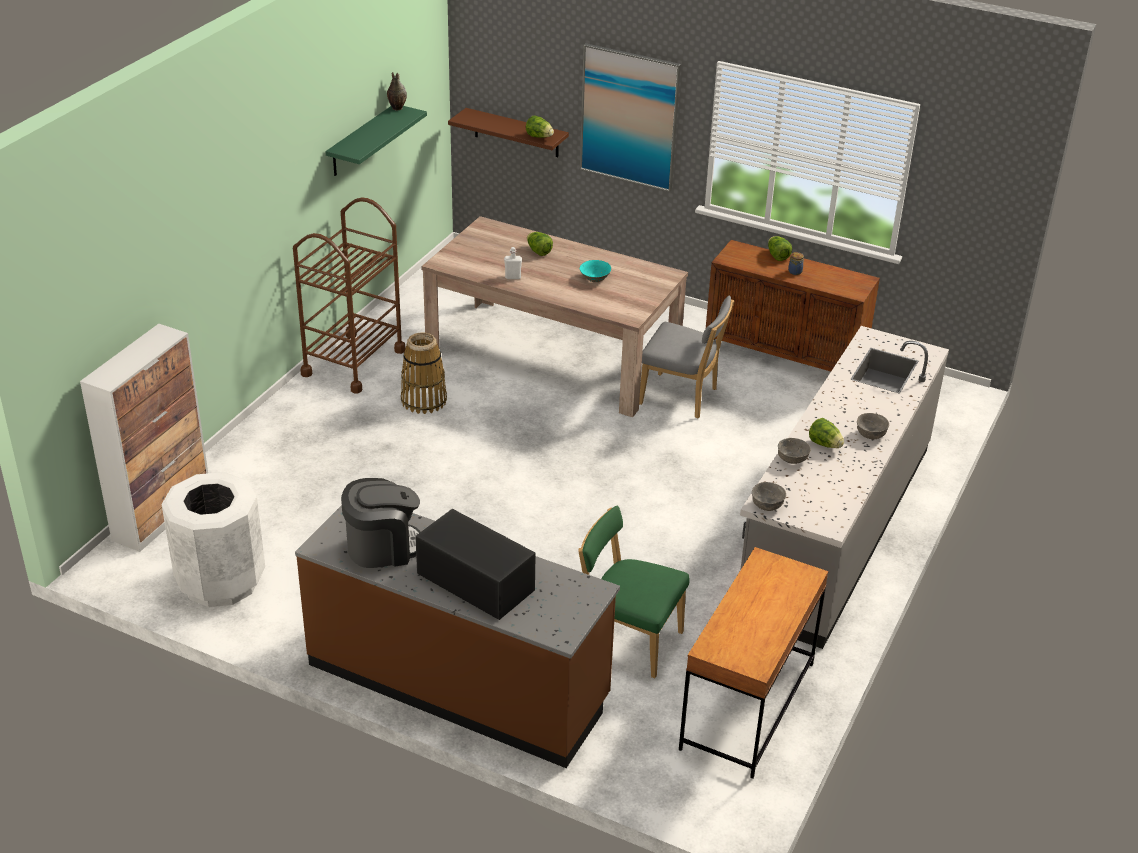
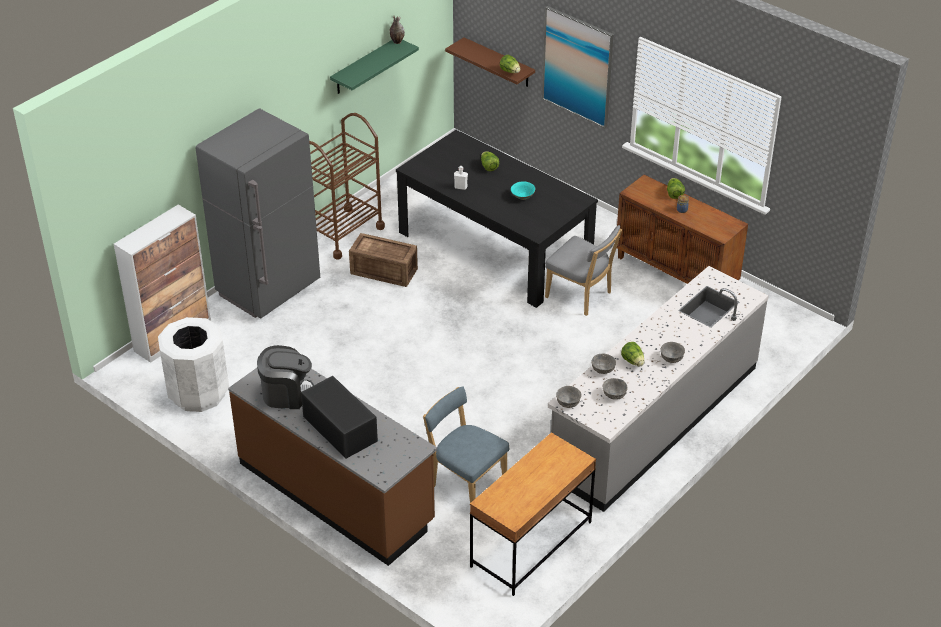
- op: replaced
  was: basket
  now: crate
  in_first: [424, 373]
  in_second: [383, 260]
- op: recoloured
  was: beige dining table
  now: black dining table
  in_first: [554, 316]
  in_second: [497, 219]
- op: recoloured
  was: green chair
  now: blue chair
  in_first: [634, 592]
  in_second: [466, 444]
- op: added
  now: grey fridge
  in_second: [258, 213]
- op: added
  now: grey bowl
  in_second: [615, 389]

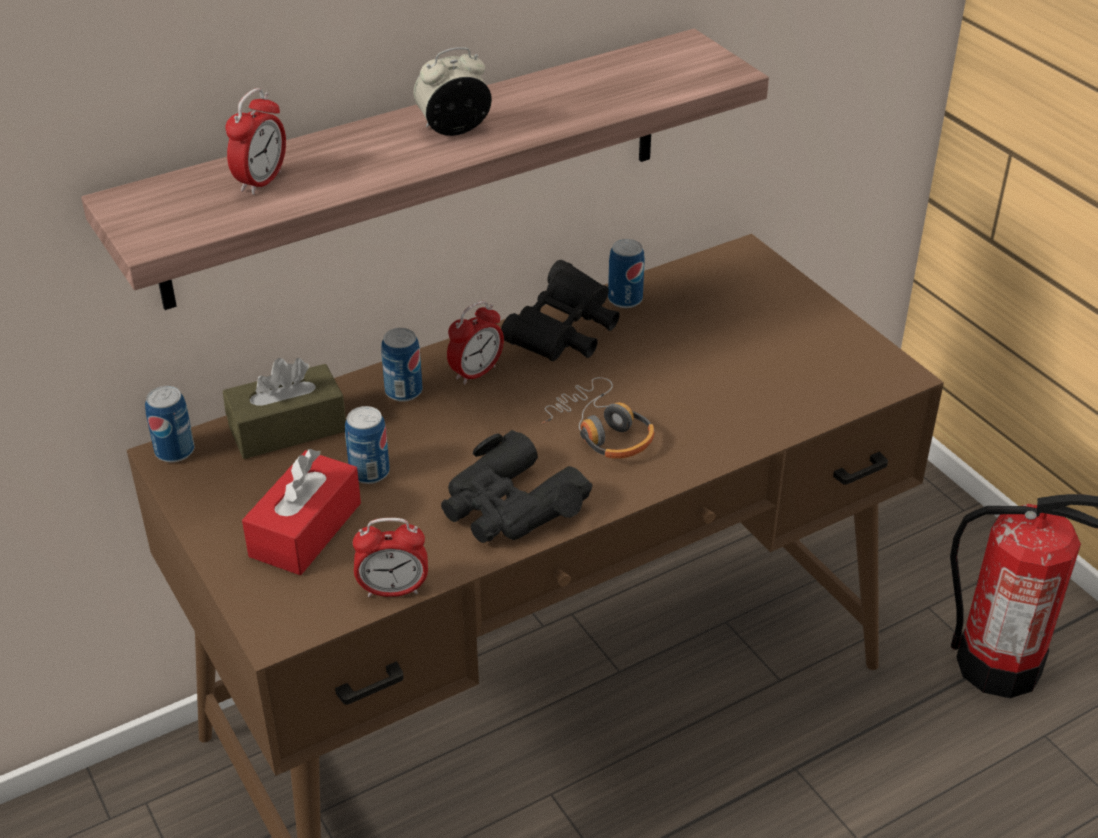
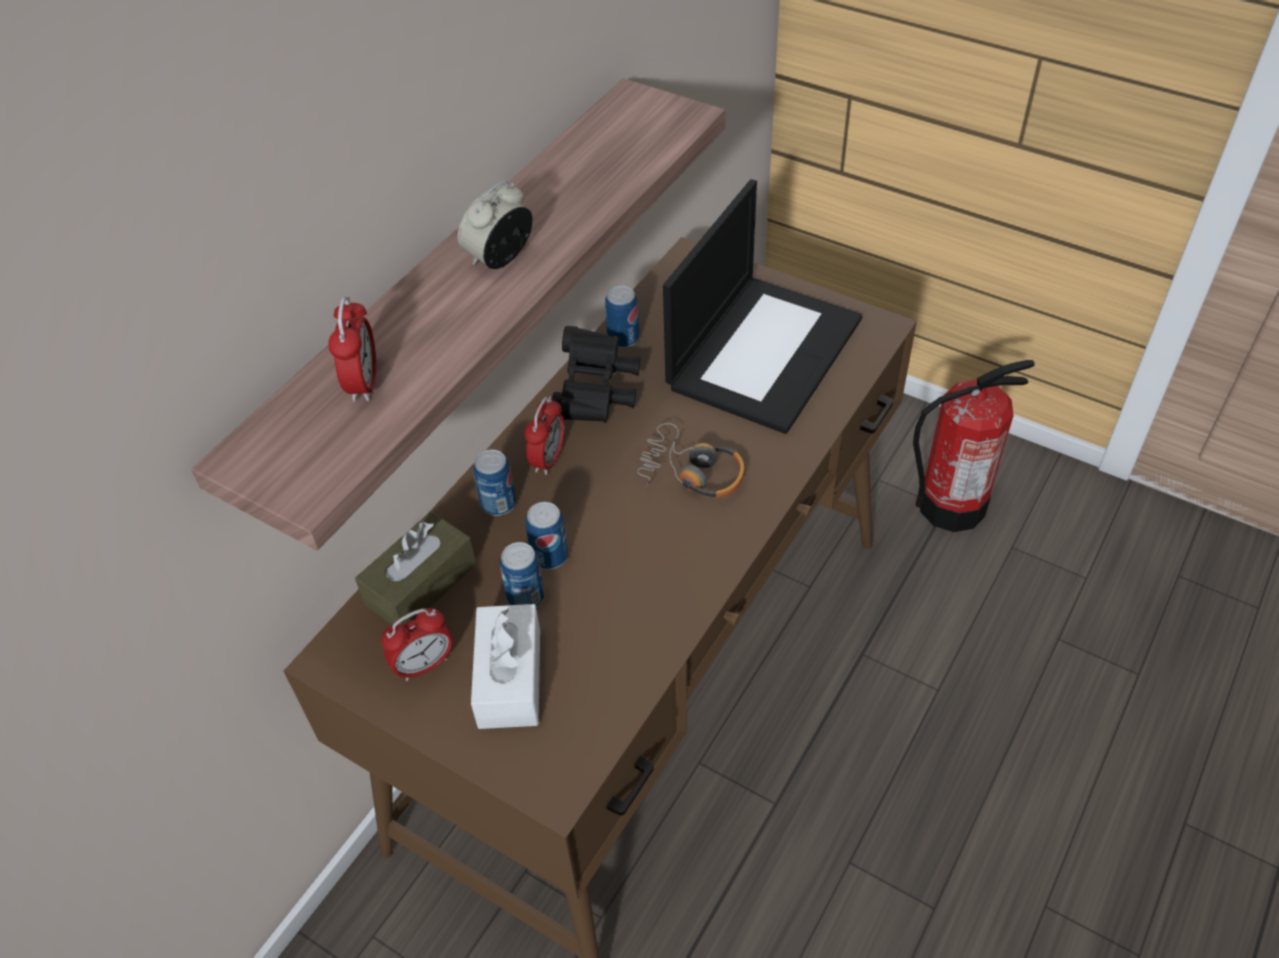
- op: moved
  was: can
  in_first: [170, 424]
  in_second: [547, 535]
- op: recoloured
  was: red tissue box
  now: white tissue box
  in_first: [301, 512]
  in_second: [505, 666]
- op: moved
  was: alarm clock
  in_first: [390, 557]
  in_second: [417, 644]
- op: removed
  was: black binoculars
  in_first: [517, 486]
- op: added
  now: laptop
  in_second: [762, 306]

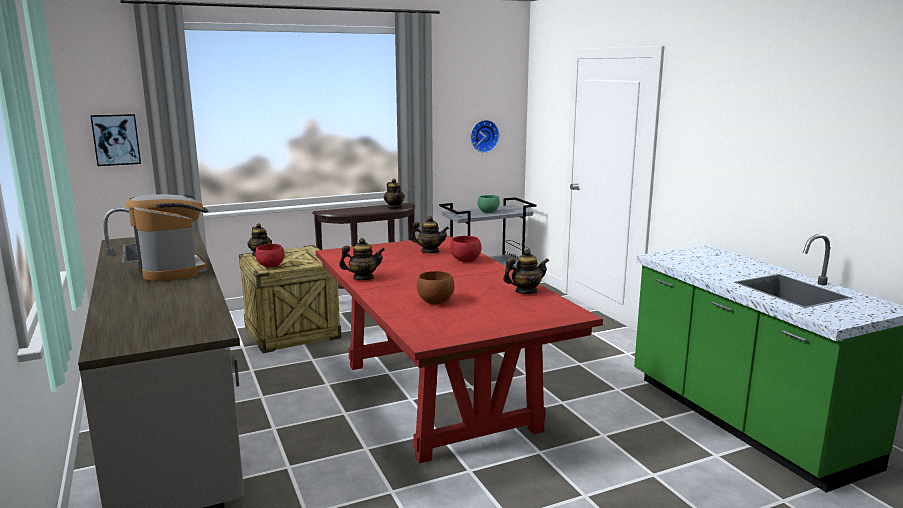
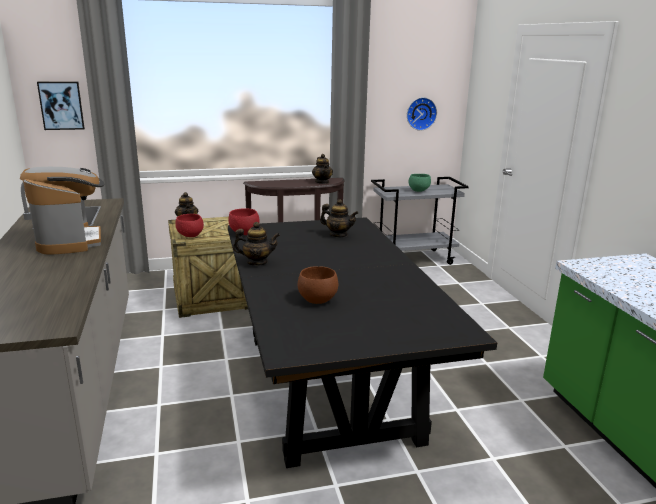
- op: recoloured
  was: red dining table
  now: black dining table
  in_first: [459, 349]
  in_second: [362, 342]
- op: moved
  was: red bowl
  in_first: [466, 249]
  in_second: [243, 221]
- op: removed
  was: teapot
  in_first: [526, 271]

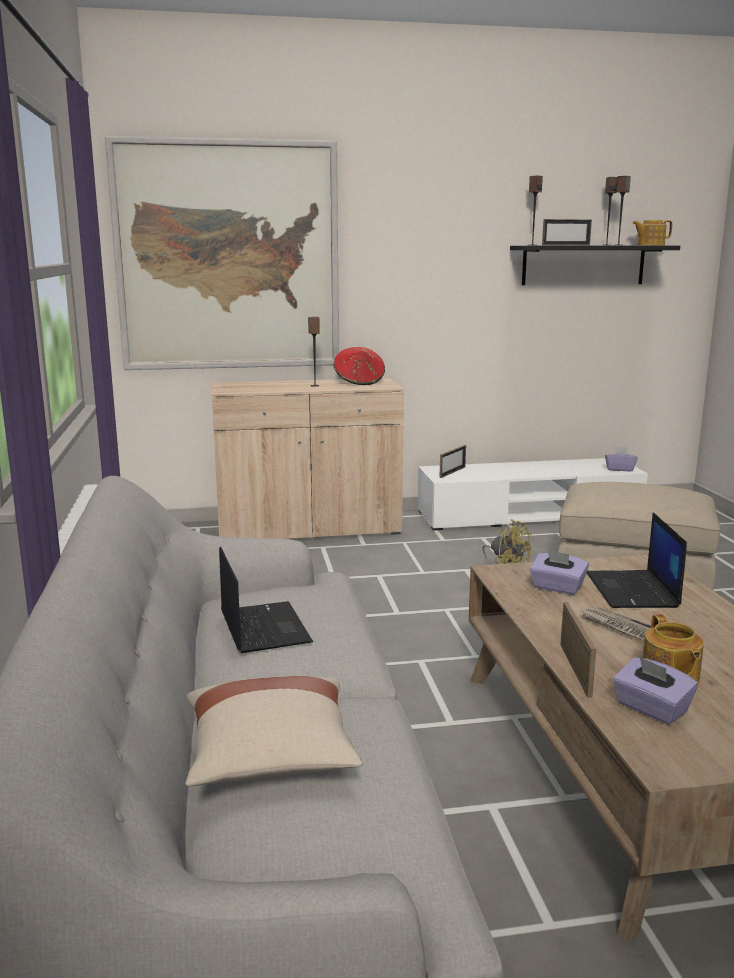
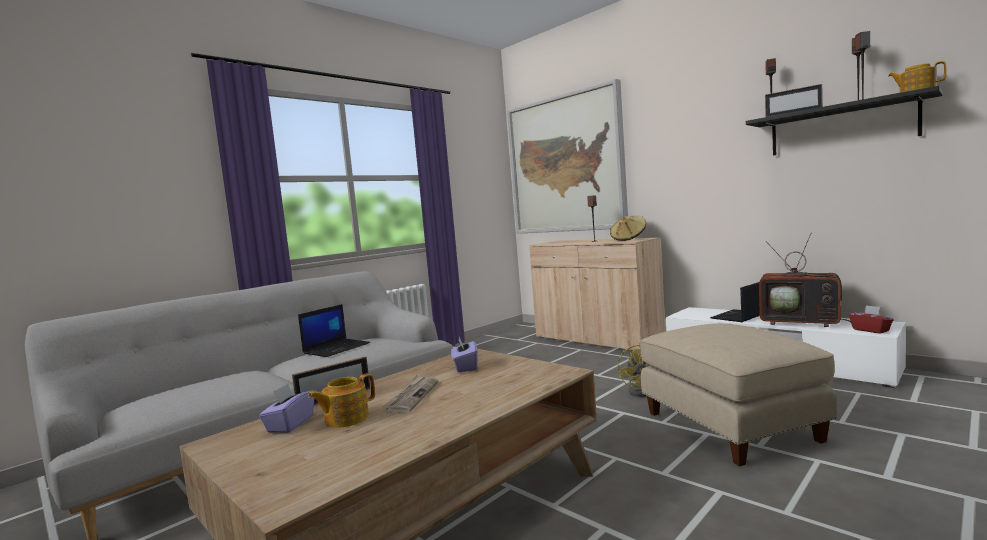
- op: removed
  was: beige pillow
  in_first: [274, 731]
- op: recoloured
  was: red hat
  now: beige hat
  in_first: [359, 366]
  in_second: [628, 228]
- op: removed
  was: picture frame
  in_first: [452, 461]
- op: moved
  was: laptop
  in_first: [637, 560]
  in_second: [735, 302]
- op: recoloured
  was: purple tissue box
  now: red tissue box
  in_first: [621, 458]
  in_second: [871, 319]
- op: added
  now: television
  in_second: [805, 280]

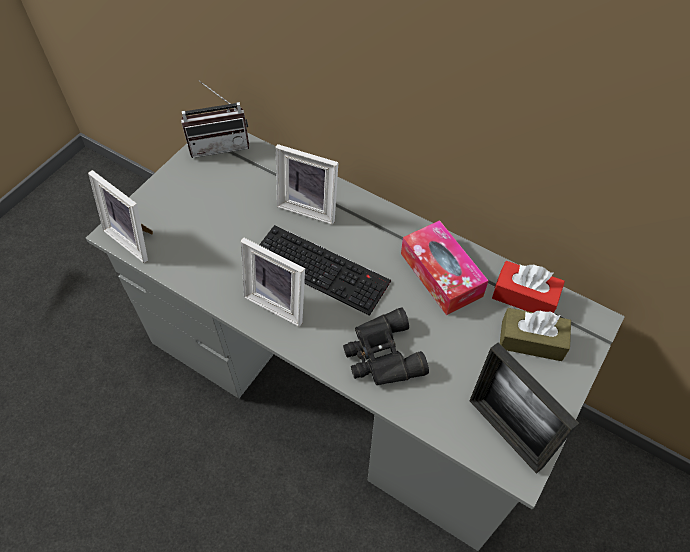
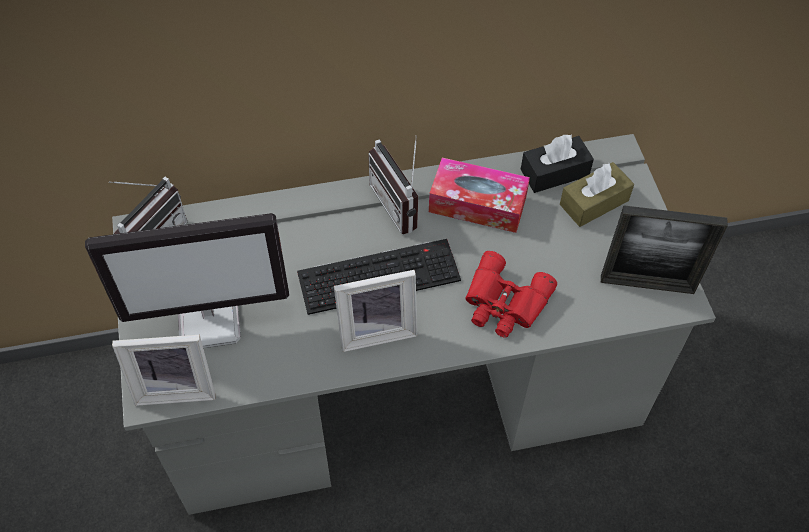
- op: removed
  was: picture frame
  in_first: [307, 184]
- op: recoloured
  was: black binoculars
  now: red binoculars
  in_first: [386, 346]
  in_second: [511, 294]
- op: recoloured
  was: red tissue box
  now: black tissue box
  in_first: [528, 287]
  in_second: [557, 163]
- op: added
  now: monitor
  in_second: [187, 280]
- op: added
  now: radio
  in_second: [393, 184]

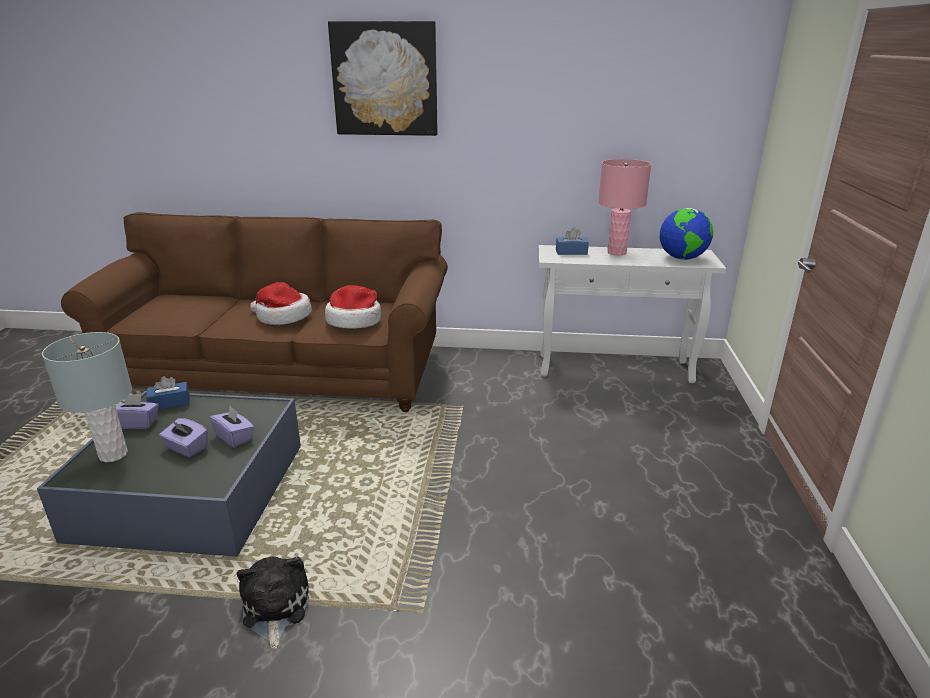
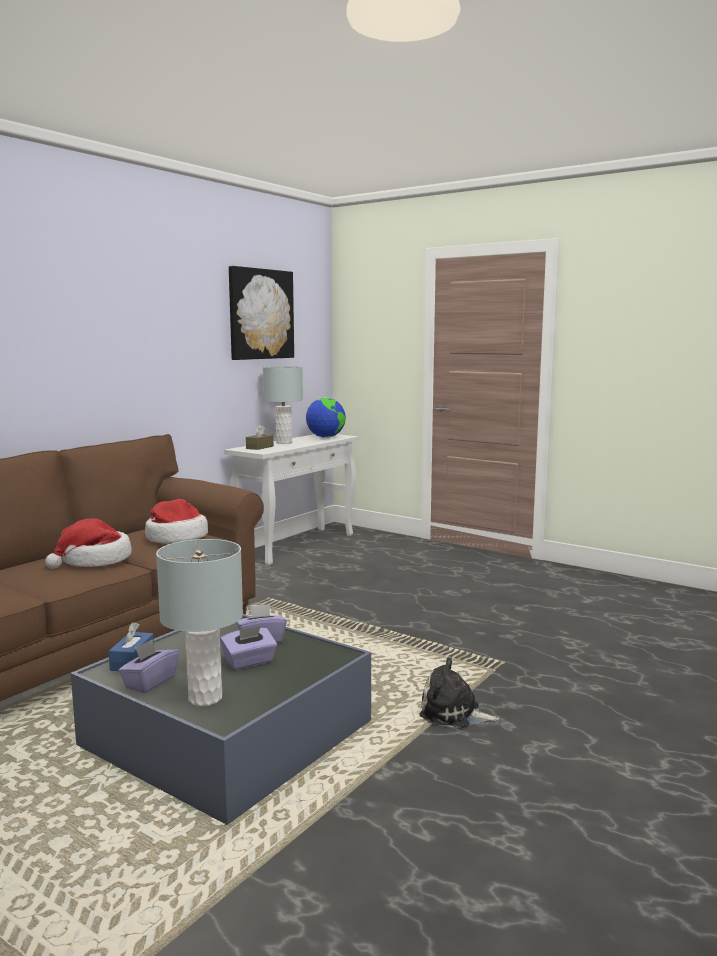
- op: moved
  was: picture
  in_first: [383, 78]
  in_second: [261, 313]
- op: recoloured
  was: blue tissue box
  now: brown tissue box
  in_first: [572, 241]
  in_second: [260, 437]
- op: recoloured
  was: pink table lamp
  now: grey table lamp
  in_first: [624, 207]
  in_second: [283, 405]

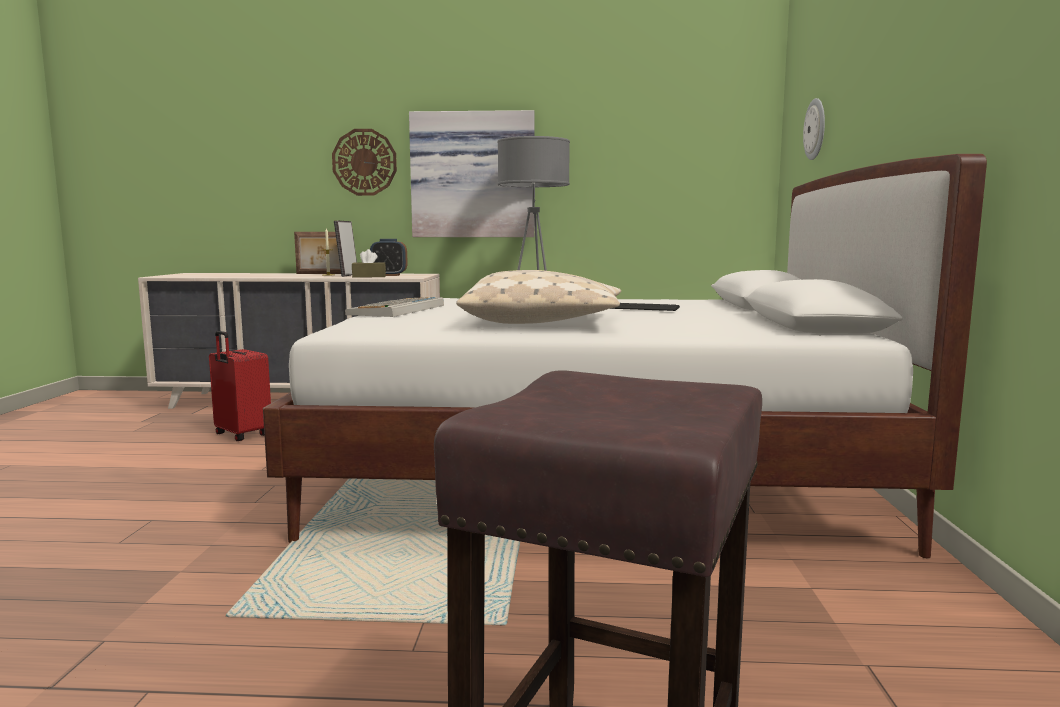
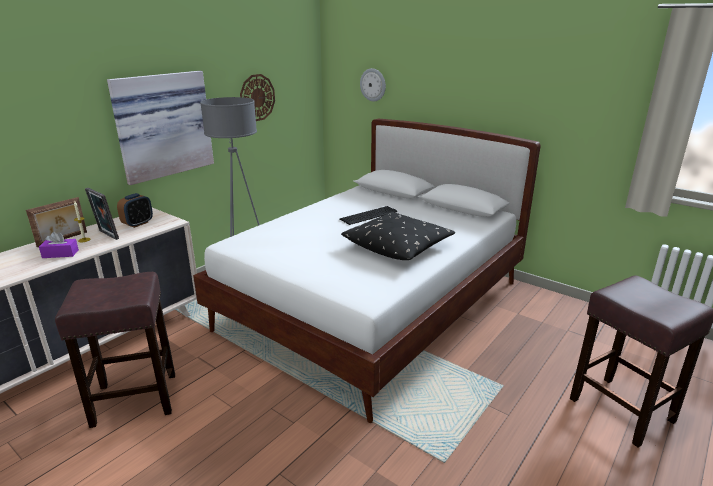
- op: replaced
  was: red suitcase
  now: brown stool
  in_first: [240, 386]
  in_second: [115, 350]
- op: moved
  was: wall clock
  in_first: [364, 162]
  in_second: [257, 97]
- op: removed
  was: keyboard
  in_first: [394, 307]
- op: removed
  was: brown tissue box
  in_first: [369, 263]
- op: recoloured
  was: beige pillow
  now: black pillow
  in_first: [538, 297]
  in_second: [398, 236]
- op: added
  now: purple tissue box
  in_second: [59, 245]

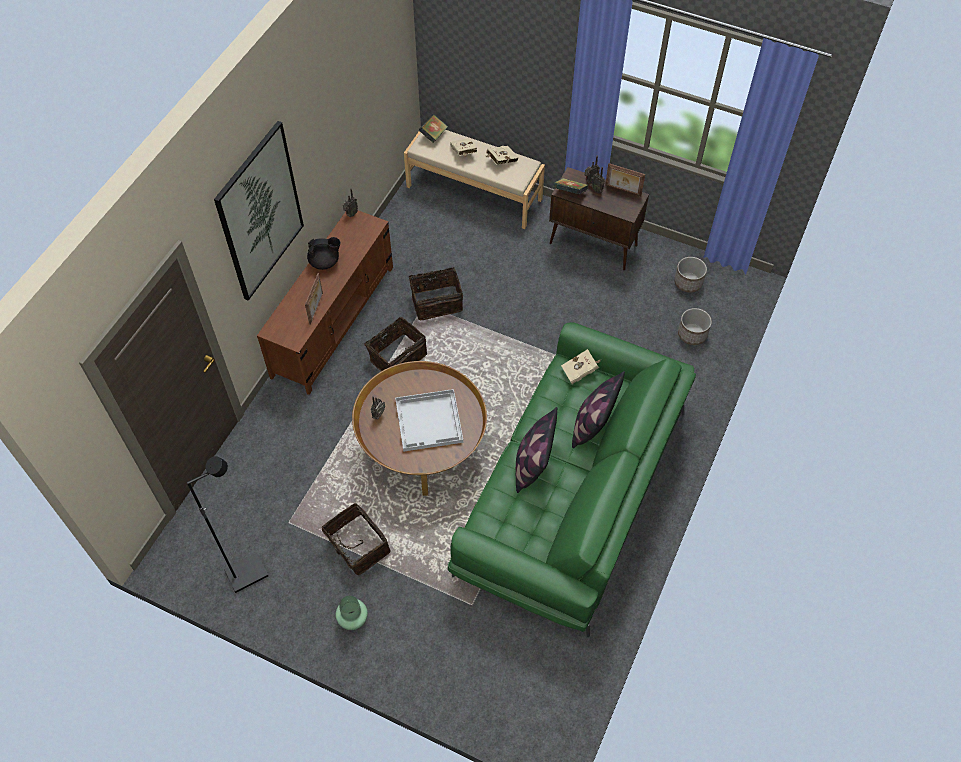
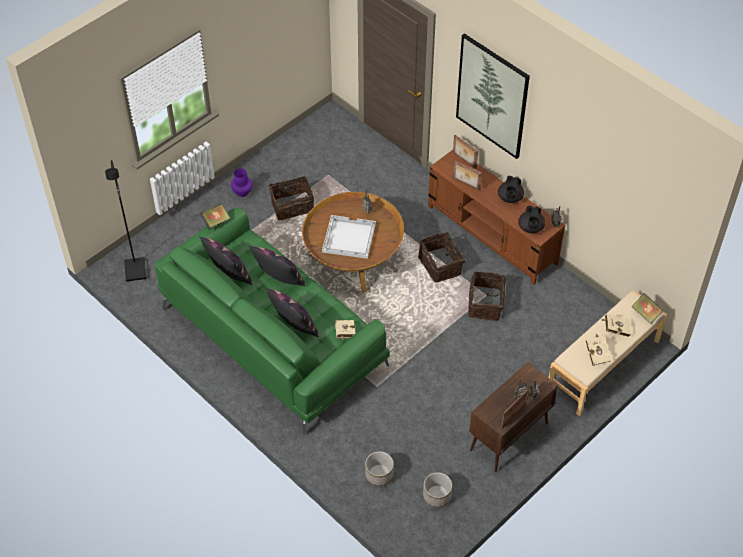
- op: moved
  was: black floor lamp
  in_first: [227, 524]
  in_second: [125, 221]
- op: recoloured
  was: green vase
  now: purple vase
  in_first: [352, 613]
  in_second: [241, 182]
- op: moved
  was: book
  in_first: [571, 186]
  in_second: [215, 216]
- op: added
  now: pillow
  in_second: [225, 260]
- op: added
  now: picture frame
  in_second: [465, 151]
- op: added
  now: black teapot
  in_second: [531, 219]

